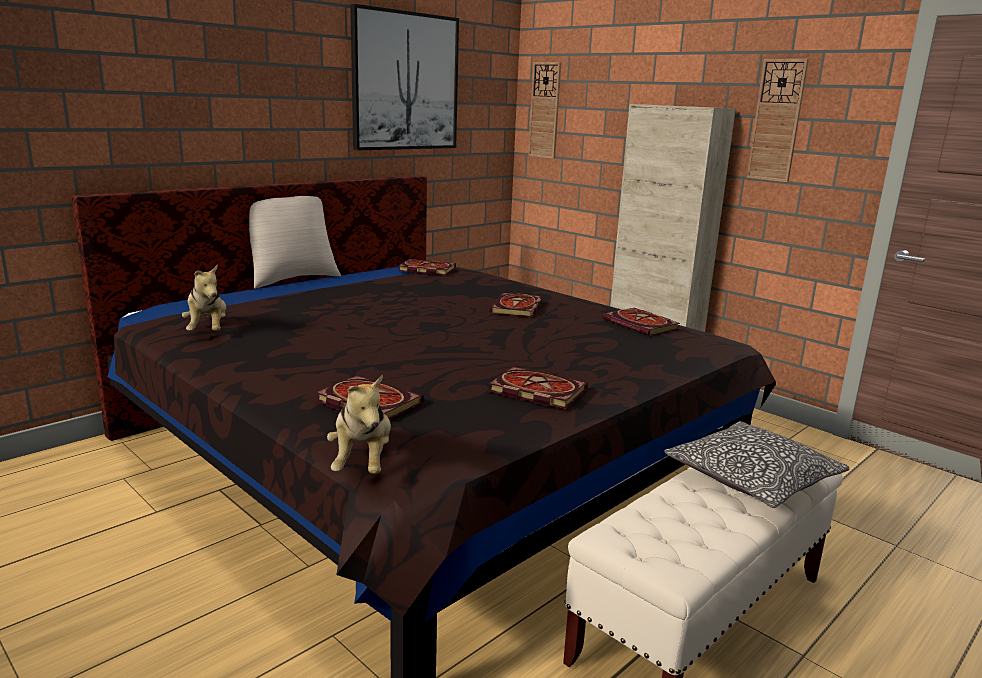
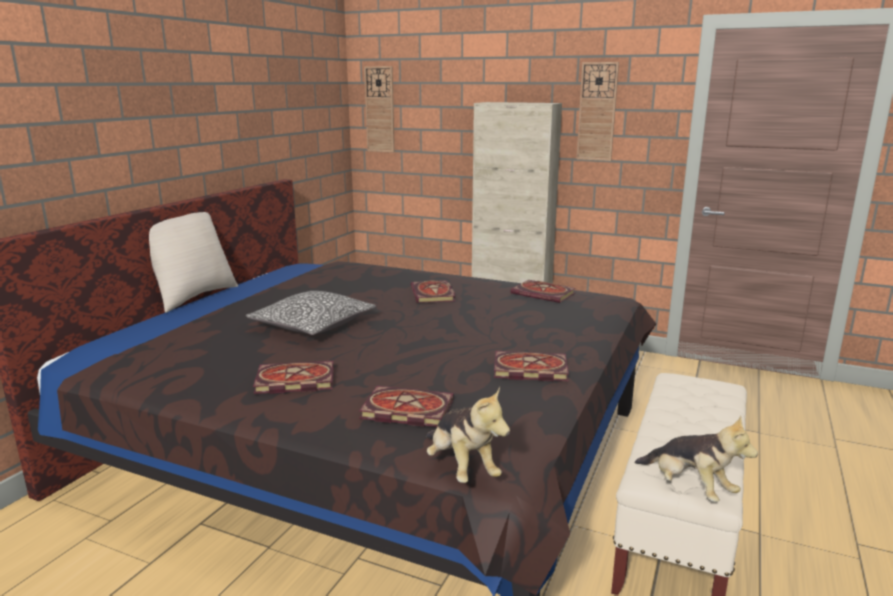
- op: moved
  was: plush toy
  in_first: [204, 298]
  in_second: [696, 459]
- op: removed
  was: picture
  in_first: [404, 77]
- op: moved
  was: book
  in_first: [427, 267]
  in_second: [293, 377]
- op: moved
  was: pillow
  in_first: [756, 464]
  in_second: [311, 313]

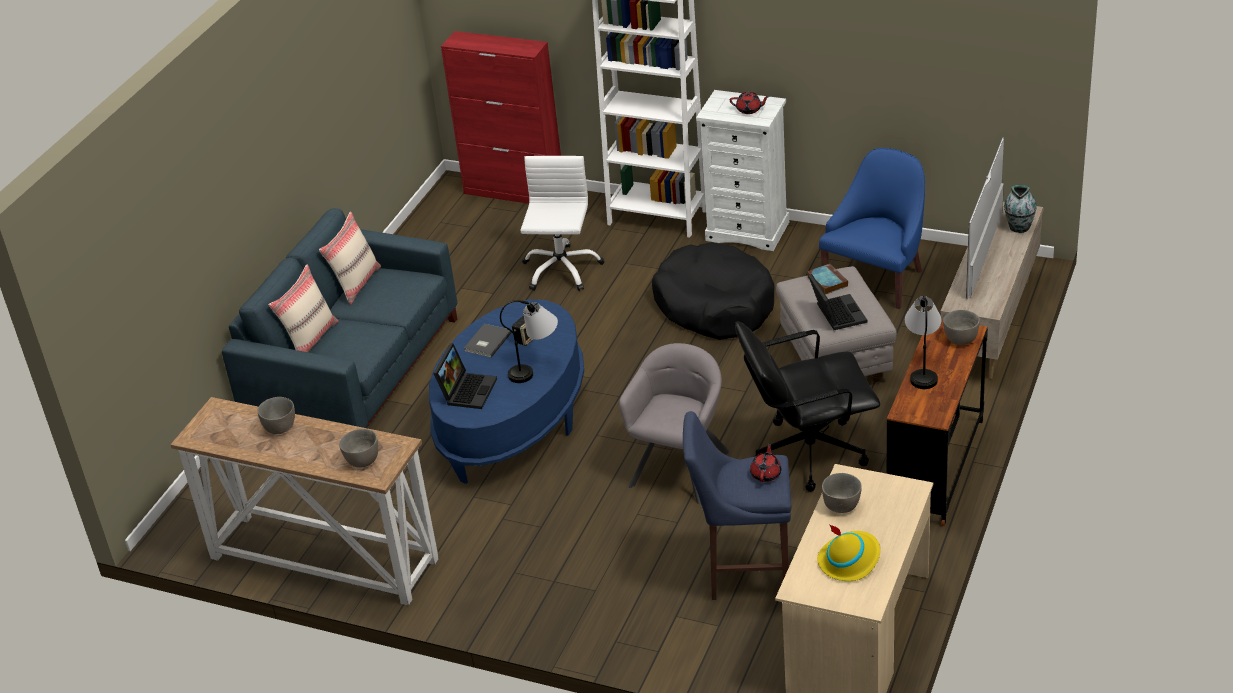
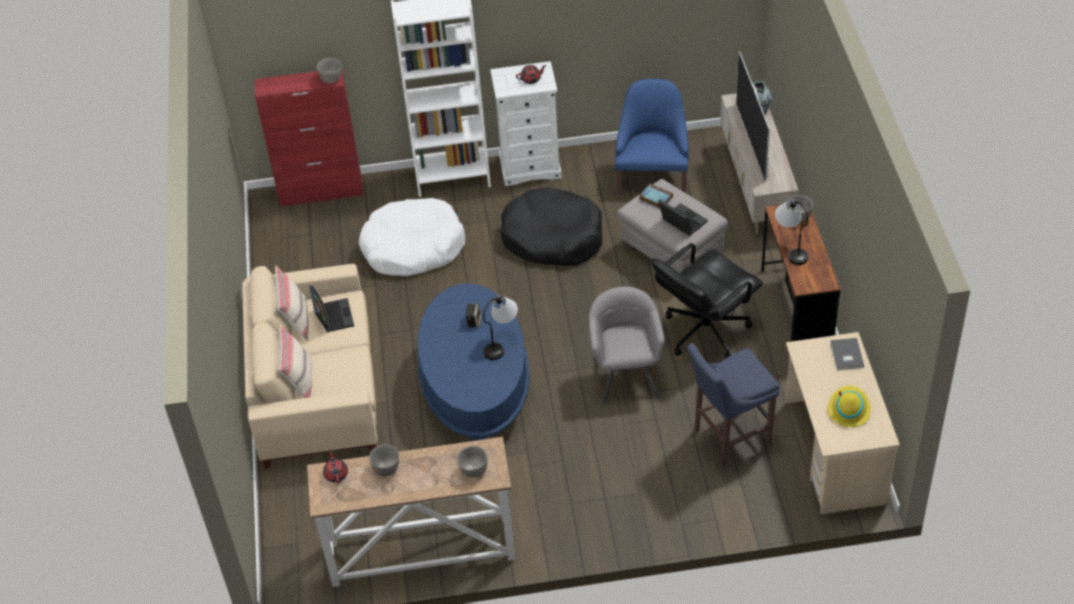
- op: recoloured
  was: blue sofa
  now: beige sofa
  in_first: [339, 318]
  in_second: [309, 366]
- op: moved
  was: laptop
  in_first: [465, 376]
  in_second: [331, 309]
- op: moved
  was: grey book
  in_first: [488, 341]
  in_second: [847, 354]
- op: replaced
  was: white office chair
  now: white dog bed
  in_first: [562, 223]
  in_second: [412, 237]
- op: moved
  was: red teapot
  in_first: [765, 462]
  in_second: [335, 466]
- op: moved
  was: grey bowl
  in_first: [842, 493]
  in_second: [329, 71]

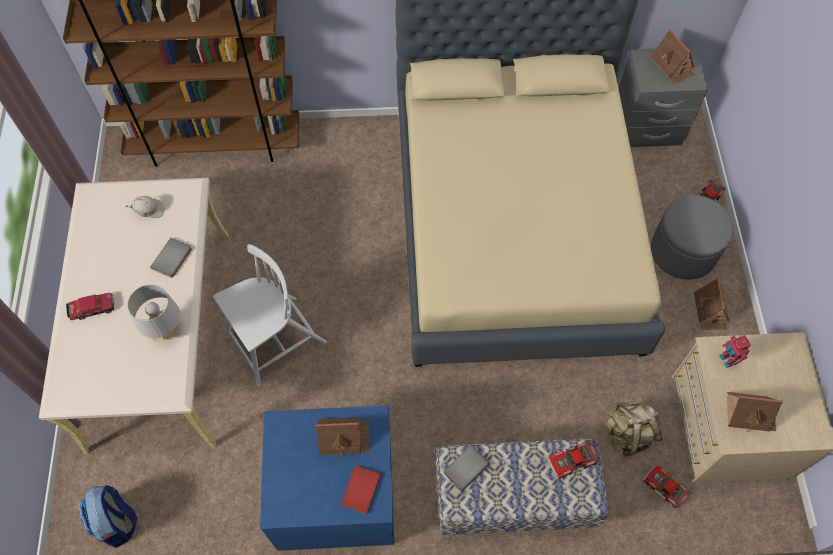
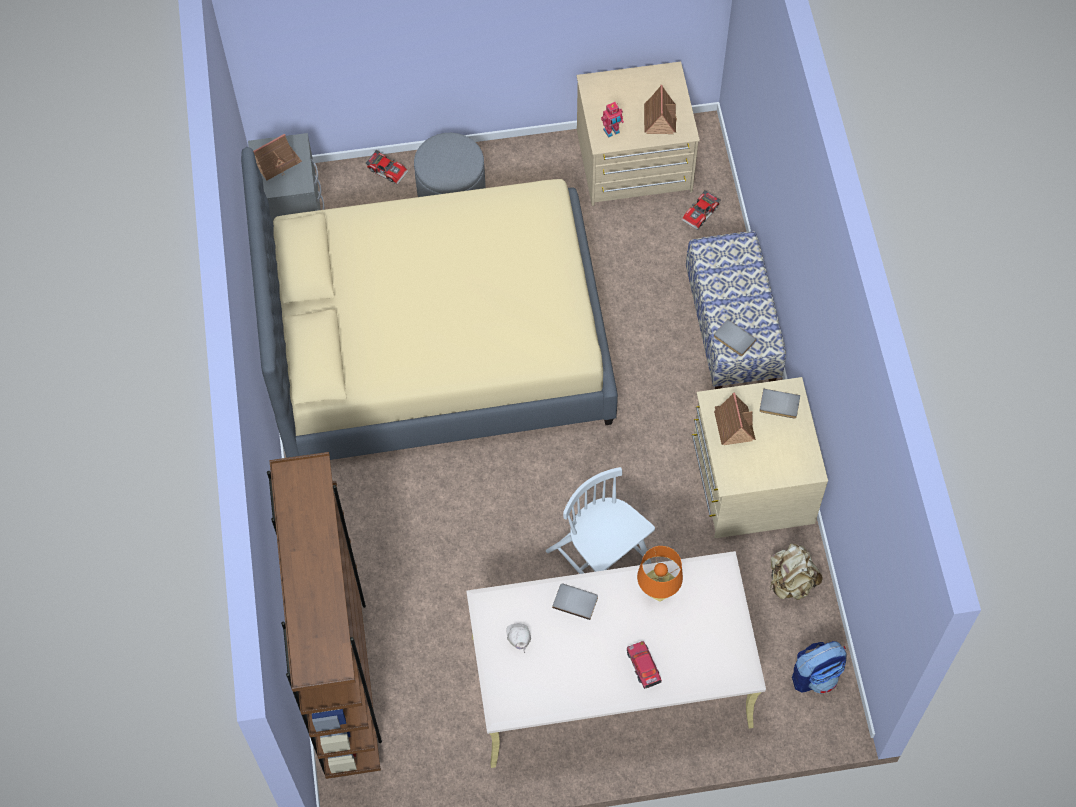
- op: recoloured
  was: grey table lamp
  now: orange table lamp
  in_first: [154, 312]
  in_second: [660, 574]
- op: recoloured
  was: blue dresser
  now: beige dresser
  in_first: [327, 478]
  in_second: [760, 457]
- op: recoloured
  was: red book
  now: grey book
  in_first: [361, 490]
  in_second: [779, 404]
- op: removed
  was: toy car
  in_first: [573, 460]
- op: moved
  was: beige backpack
  in_first: [635, 429]
  in_second: [796, 571]
- op: removed
  was: toy house
  in_first: [712, 304]

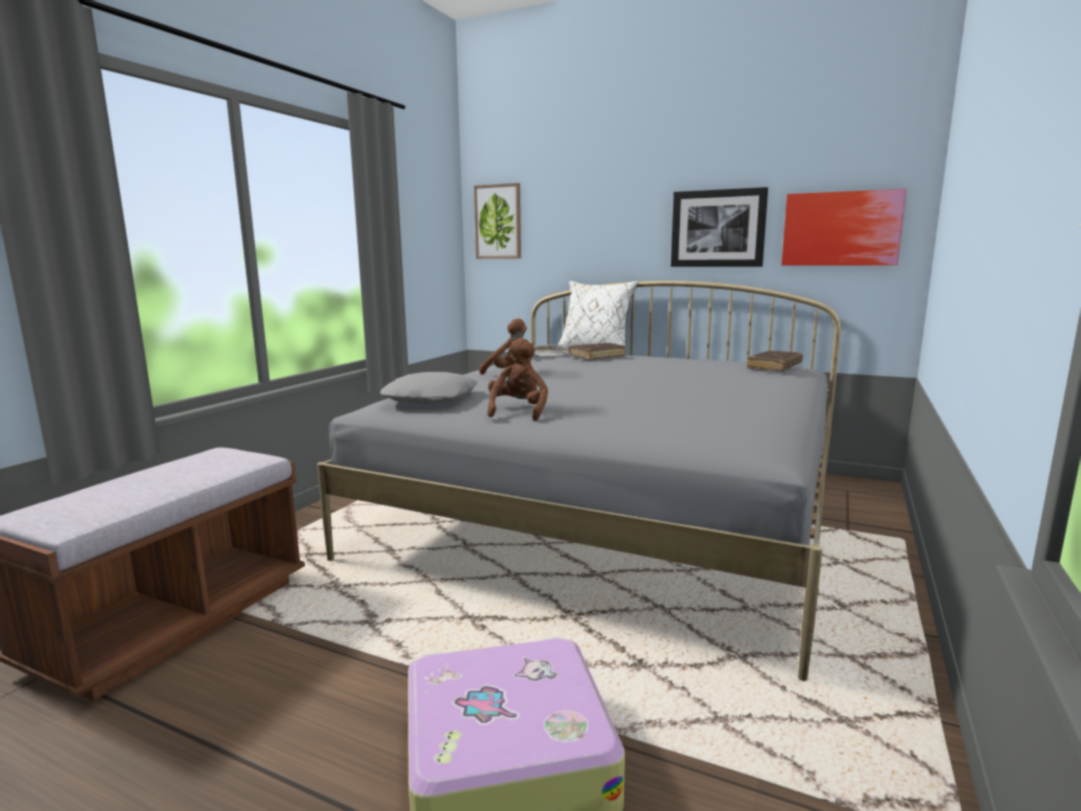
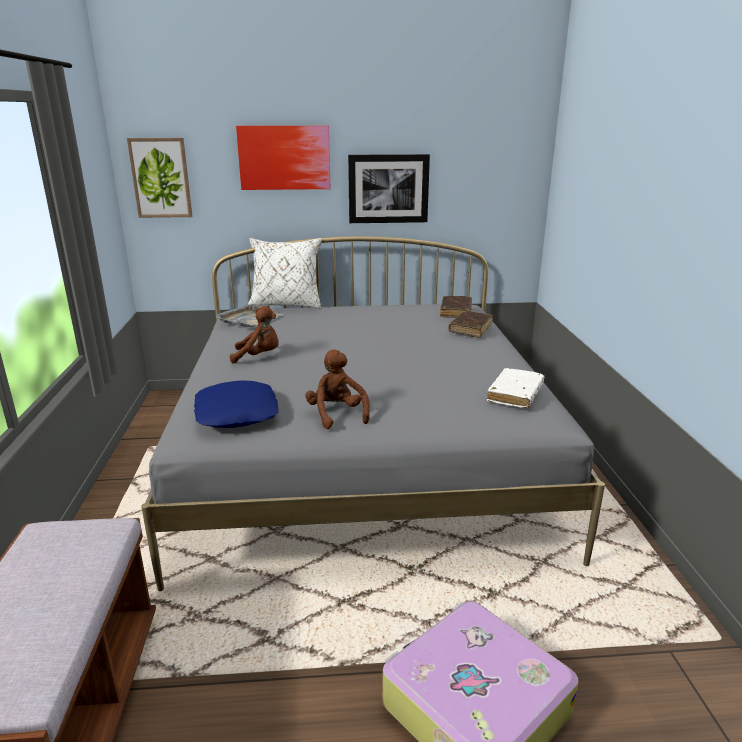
- op: recoloured
  was: grey pillow
  now: blue pillow
  in_first: [429, 388]
  in_second: [236, 404]
- op: moved
  was: brown book
  in_first: [597, 351]
  in_second: [471, 324]
- op: moved
  was: picture
  in_first: [844, 227]
  in_second: [283, 158]
- op: added
  now: white book
  in_second: [515, 388]

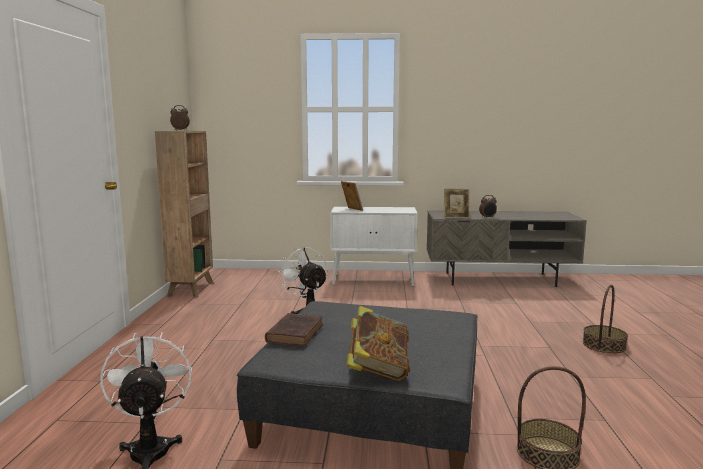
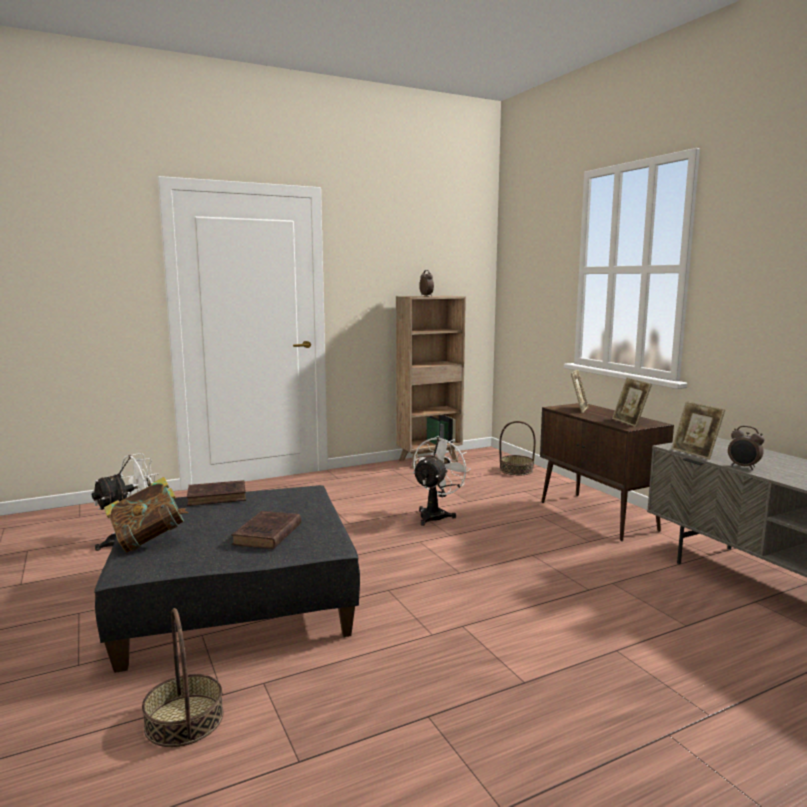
- op: recoloured
  was: white cabinet
  now: brown cabinet
  in_first: [373, 246]
  in_second: [607, 472]
- op: moved
  was: basket
  in_first: [605, 319]
  in_second: [517, 448]
- op: added
  now: brown book
  in_second: [266, 530]
- op: added
  now: picture frame
  in_second: [632, 402]

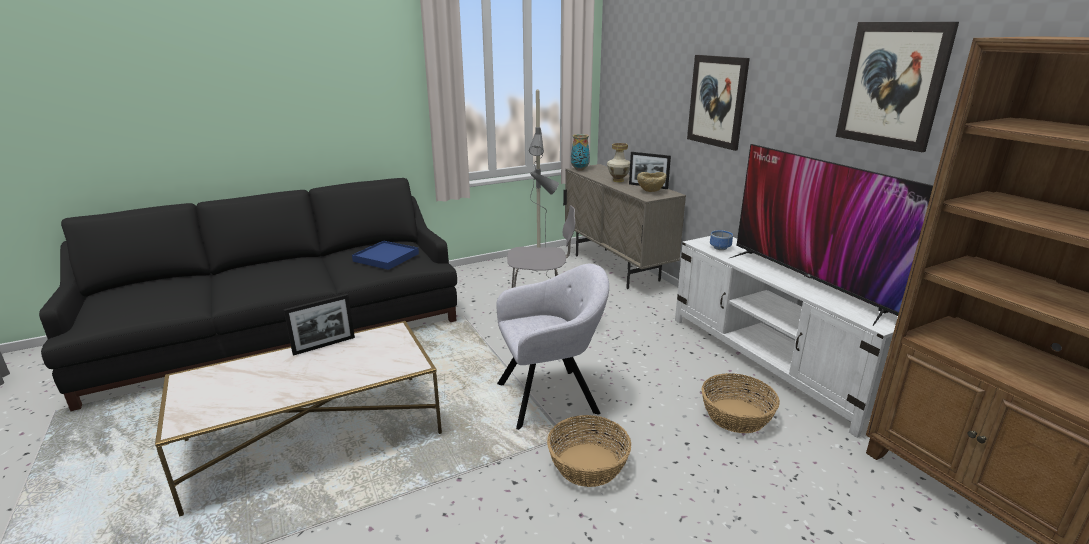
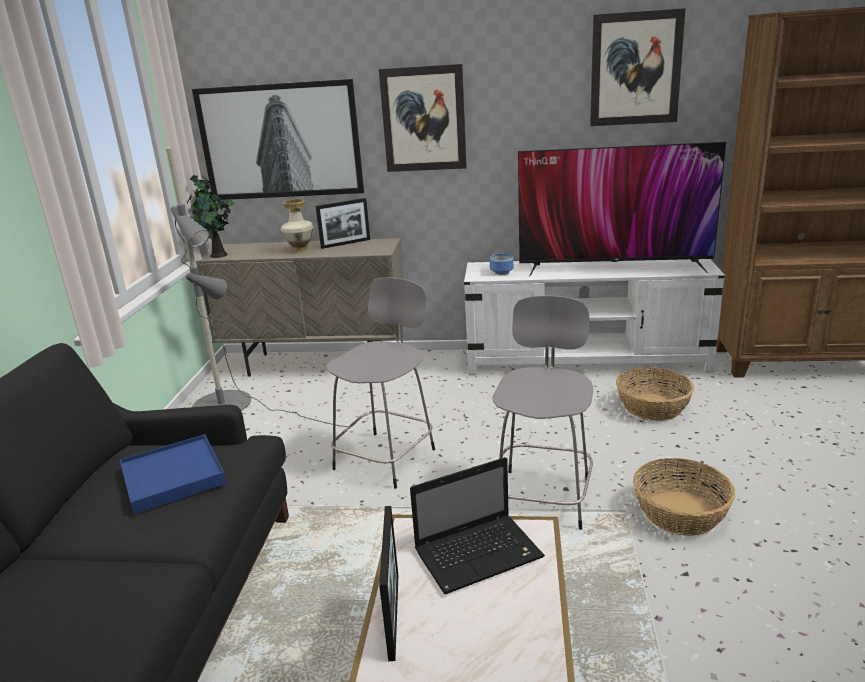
- op: replaced
  was: grey armchair
  now: grey stool
  in_first: [552, 347]
  in_second: [542, 413]
- op: replaced
  was: vase
  now: potted plant
  in_first: [580, 152]
  in_second: [211, 216]
- op: removed
  was: beige bowl
  in_first: [652, 182]
- op: added
  now: picture
  in_second: [278, 139]
- op: added
  now: laptop
  in_second: [477, 525]

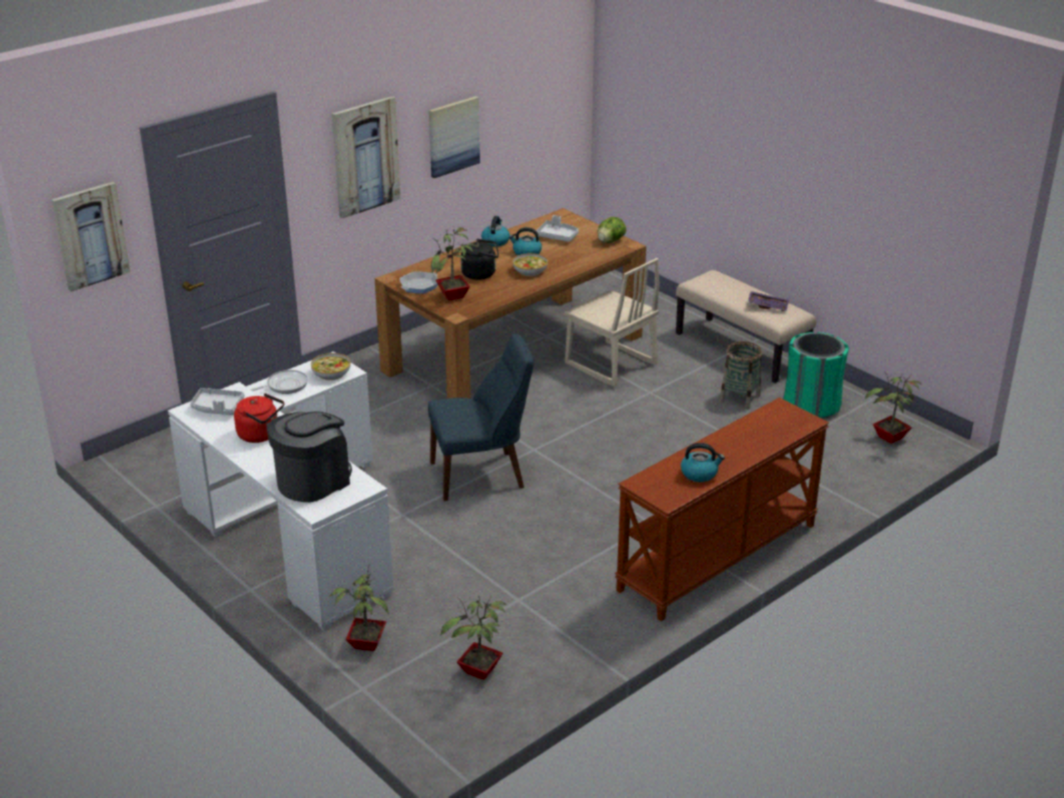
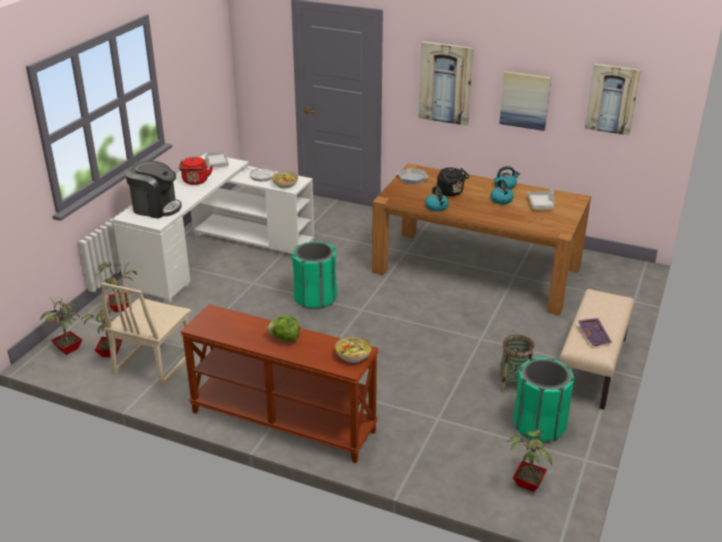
- op: moved
  was: picture
  in_first: [90, 237]
  in_second: [613, 100]
- op: replaced
  was: blue chair
  now: green trash can
  in_first: [481, 417]
  in_second: [314, 275]
- op: moved
  was: potted plant
  in_first: [454, 263]
  in_second: [61, 326]
- op: moved
  was: bowl
  in_first: [530, 264]
  in_second: [353, 349]
- op: moved
  was: beige chair
  in_first: [611, 322]
  in_second: [147, 334]
- op: moved
  was: lettuce
  in_first: [611, 230]
  in_second: [283, 328]
- op: moved
  was: kettle
  in_first: [703, 462]
  in_second: [437, 199]

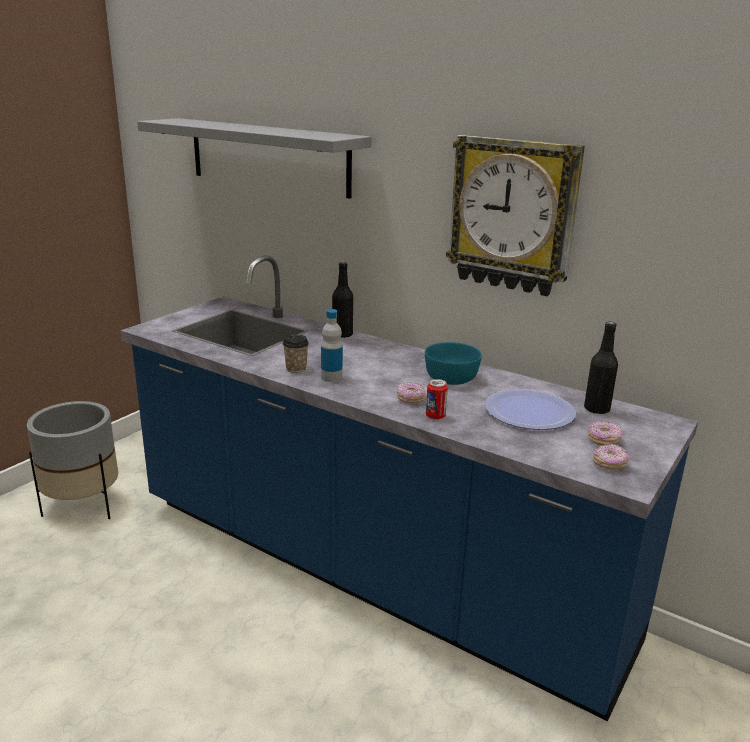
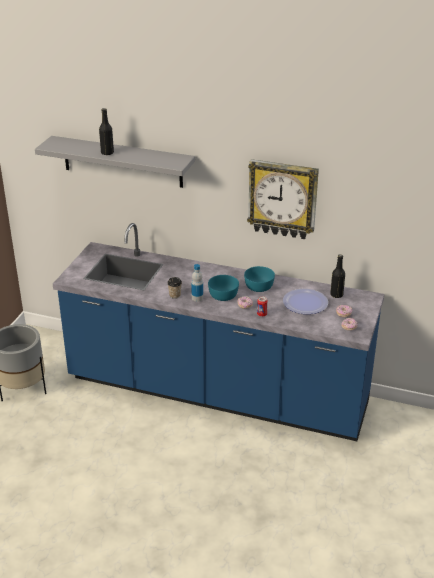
- op: moved
  was: black bottle
  in_first: [342, 300]
  in_second: [106, 131]
- op: added
  now: turquoise bowl
  in_second: [223, 288]

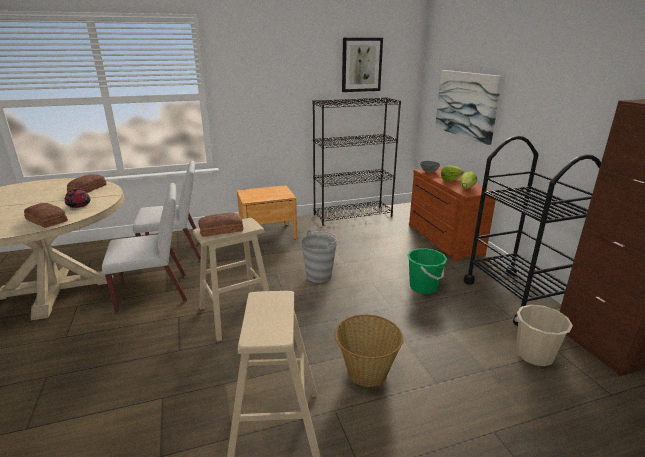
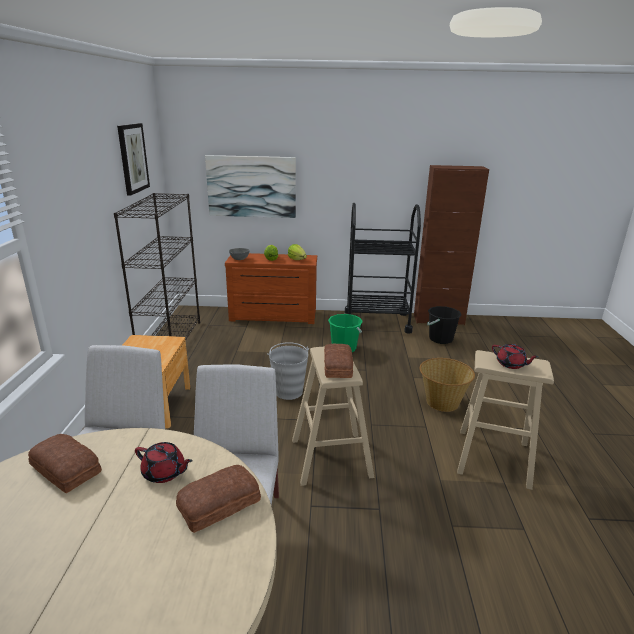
- op: recoloured
  was: beige bucket
  now: black bucket
  in_first: [543, 335]
  in_second: [444, 325]
- op: added
  now: red teapot
  in_second: [515, 356]

